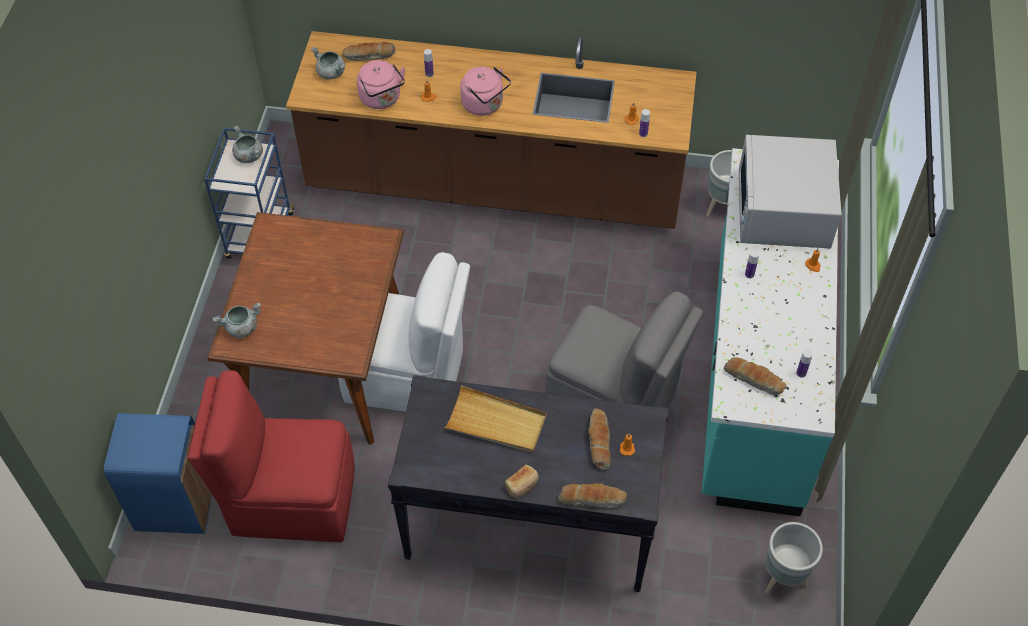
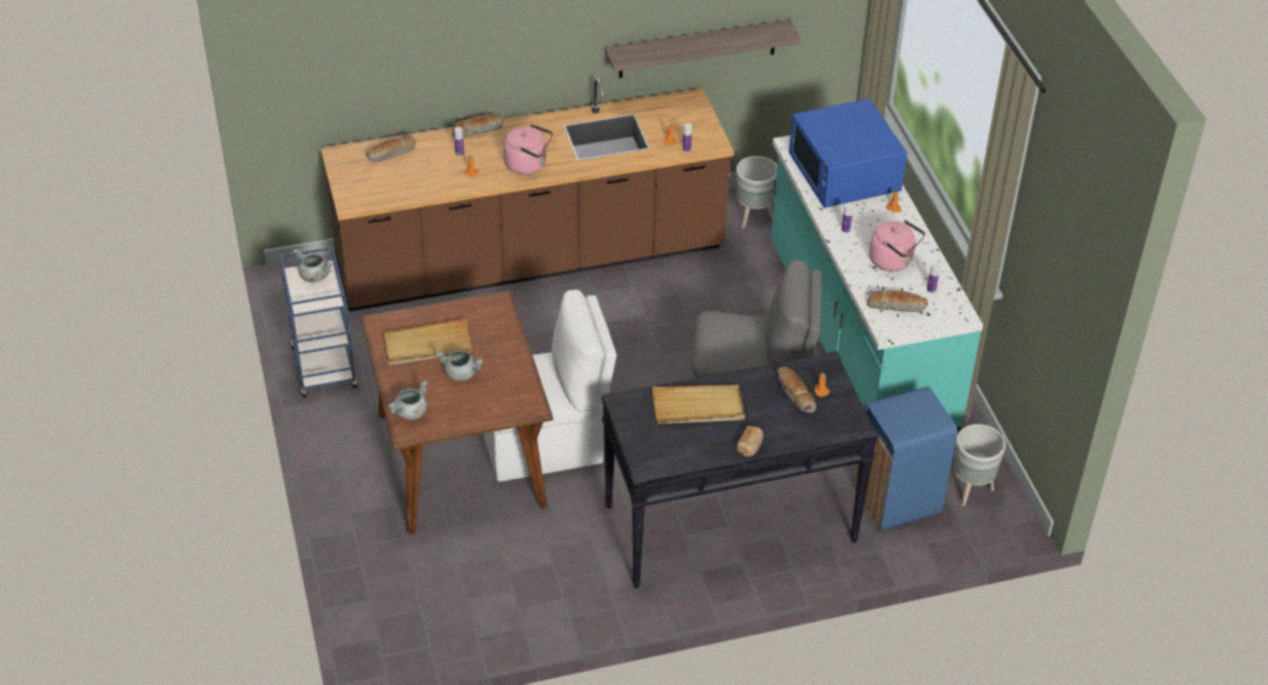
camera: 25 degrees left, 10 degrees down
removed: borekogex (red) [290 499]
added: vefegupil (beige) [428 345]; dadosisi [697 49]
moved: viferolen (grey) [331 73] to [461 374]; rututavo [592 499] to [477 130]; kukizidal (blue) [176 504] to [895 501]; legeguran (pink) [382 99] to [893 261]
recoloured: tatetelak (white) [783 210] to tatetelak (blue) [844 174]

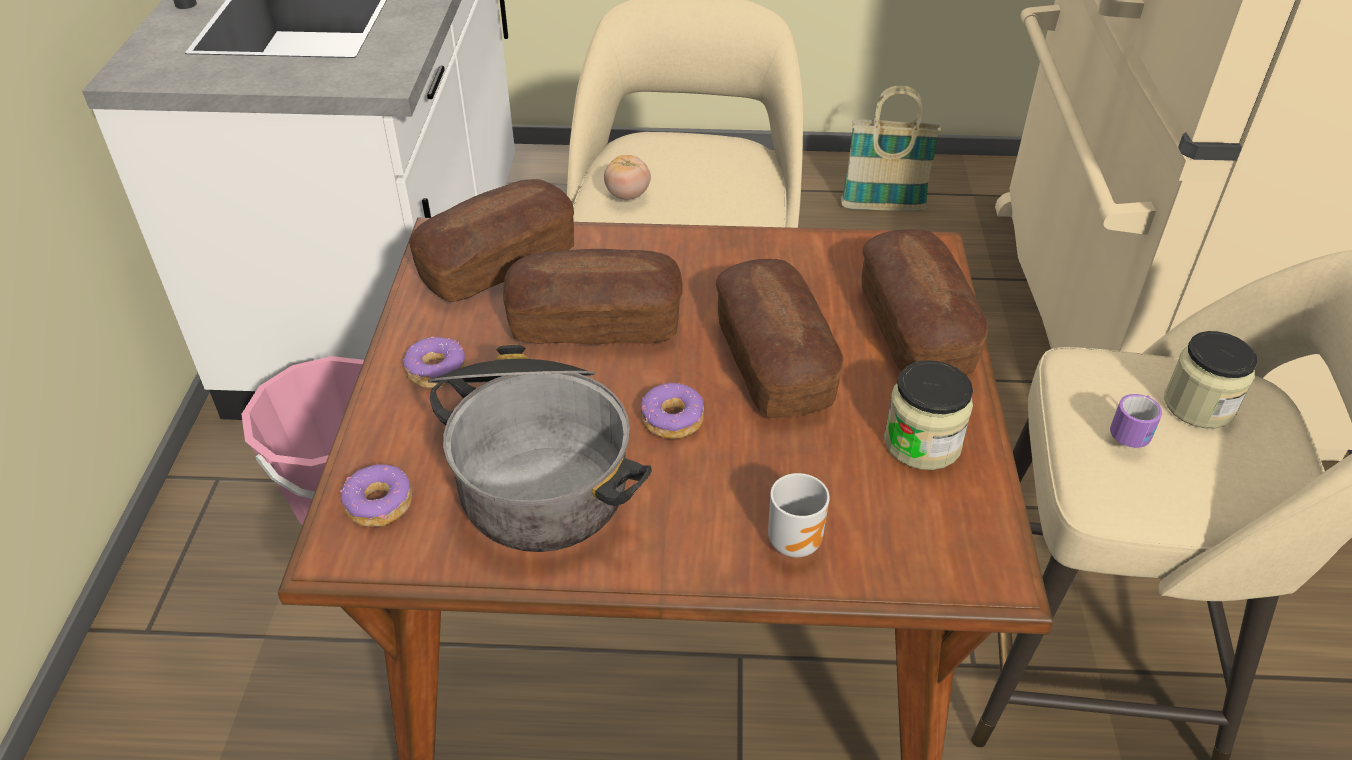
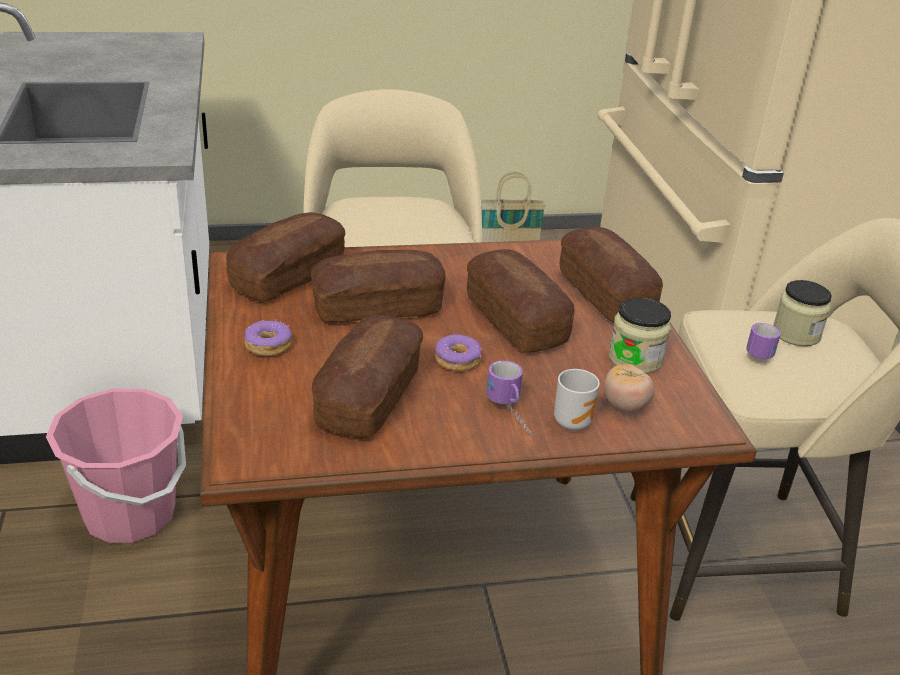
camera: 15 degrees left, 10 degrees down
removed: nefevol [379 504]
added: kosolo [511 415]
moved: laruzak [627 195] to [625 406]
replaced: viferolen [535 467] to rututavo [369 397]

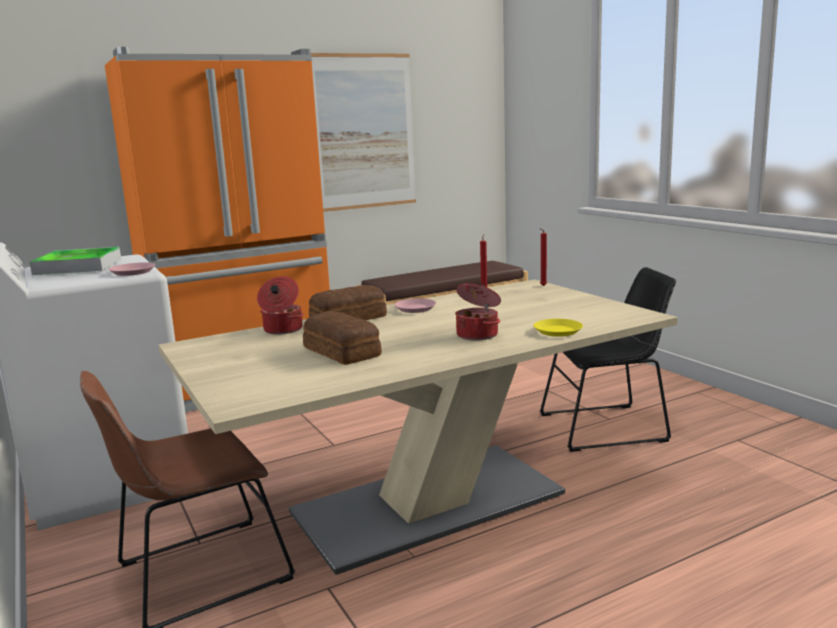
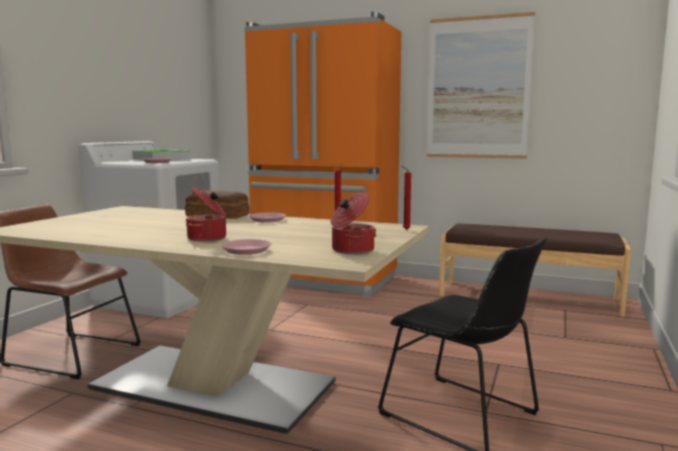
camera: 50 degrees right, 5 degrees down
removed: rututavo [342 351]
moved: viferolen [282 330] to [351 250]
recoloured: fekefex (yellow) [557 331] to fekefex (pink) [246 250]

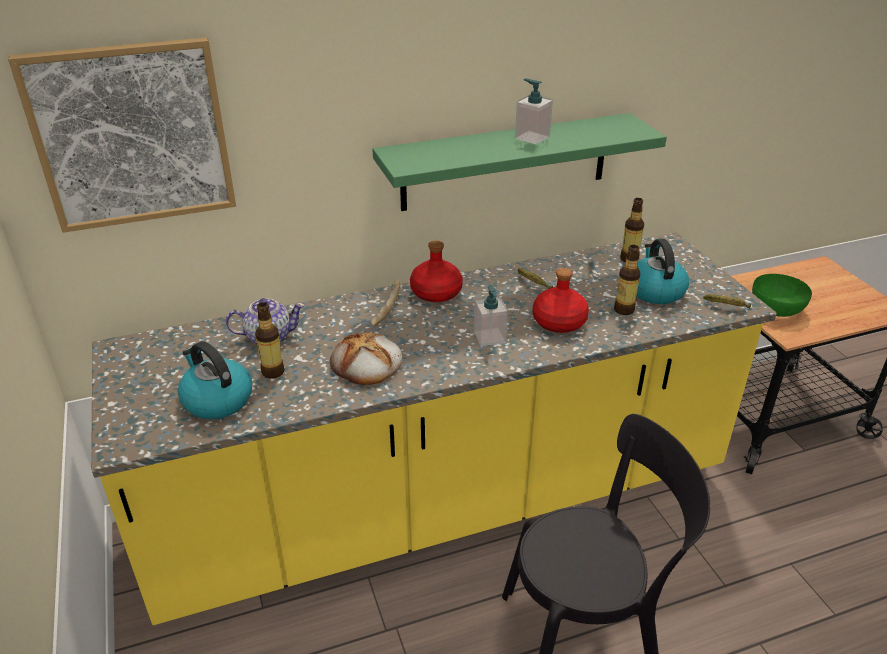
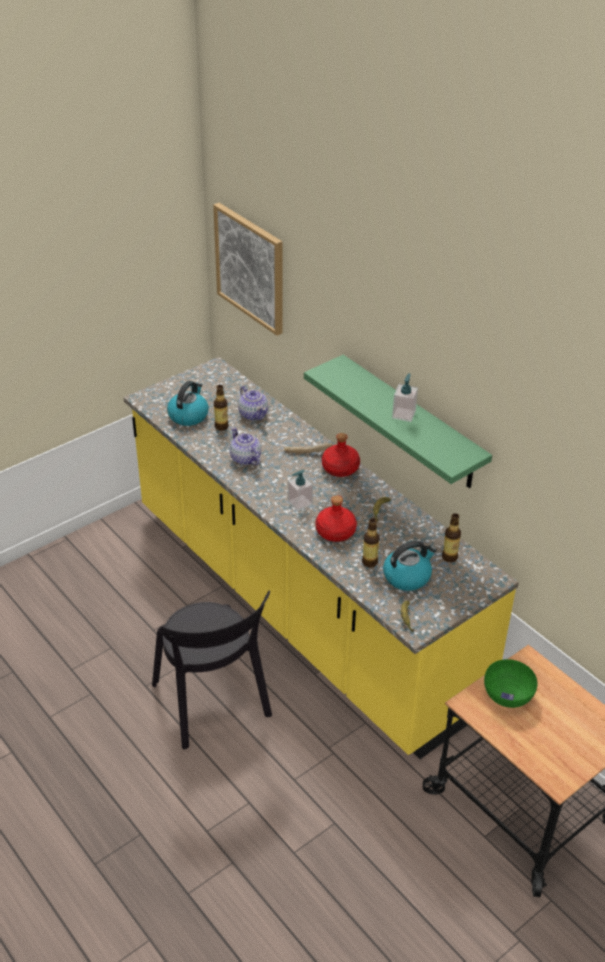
camera: 70 degrees right, 5 degrees up
replaced: rututavo [366 364] to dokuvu [245 459]

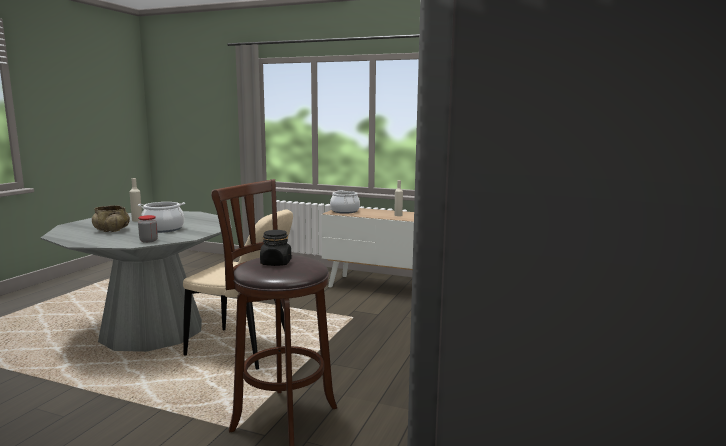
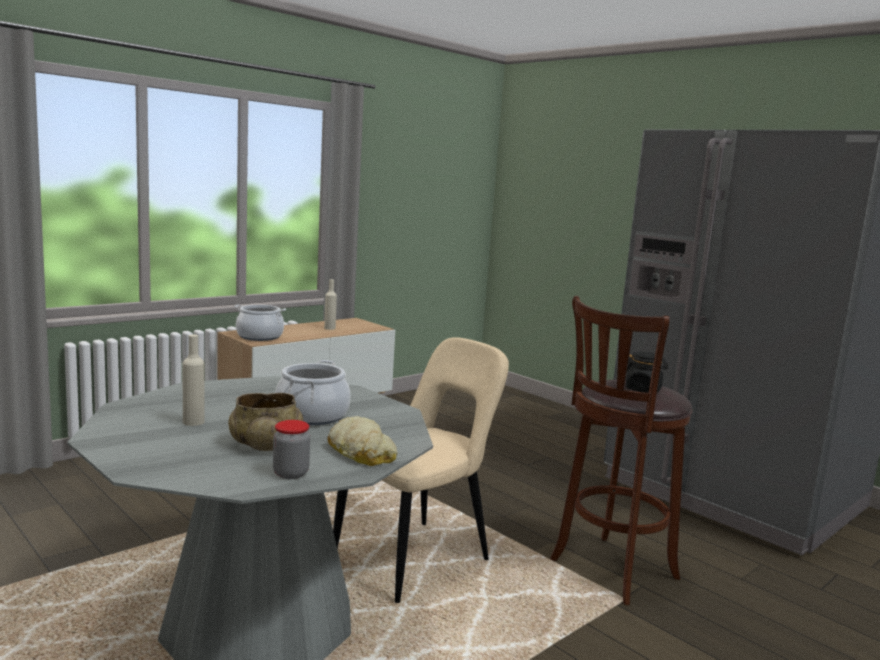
camera: 65 degrees left, 0 degrees up
added: rututavo [362 452]
moved: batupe [148 241] to [290 473]

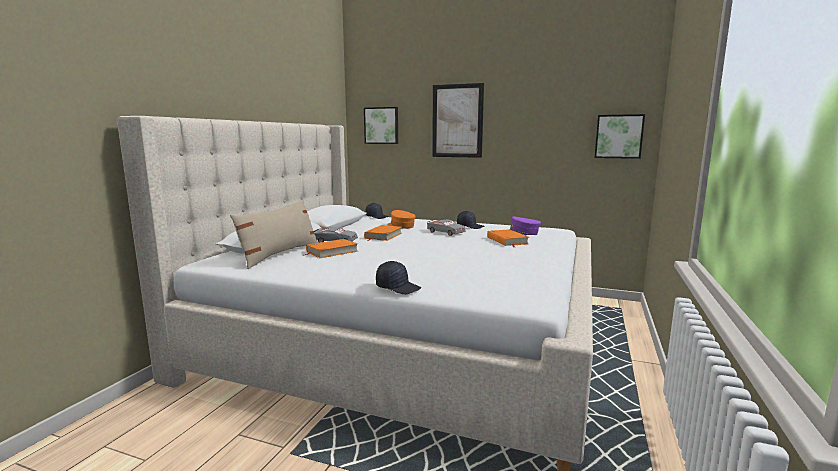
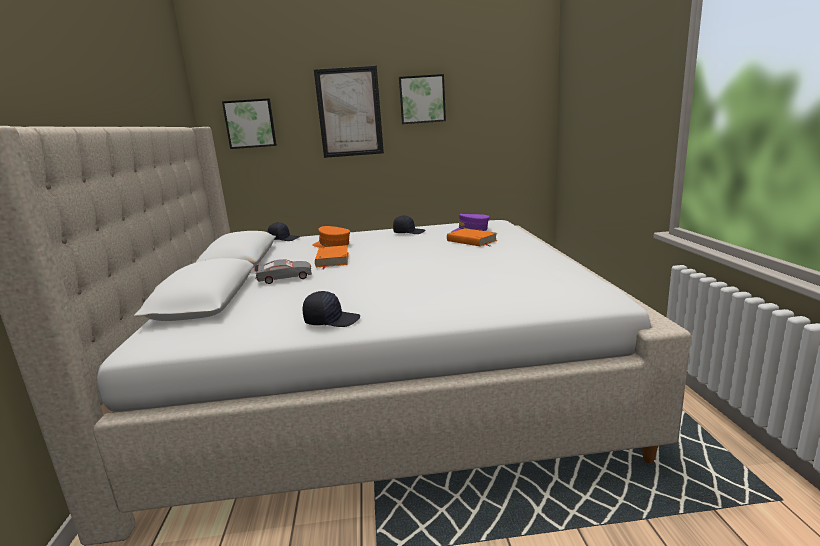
camera: 25 degrees left, 5 degrees up
removed: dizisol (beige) [280 254]; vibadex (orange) [332 251]; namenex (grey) [445 232]
moved: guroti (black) [398 287] to [331 320]; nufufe [618 136] to [422 99]

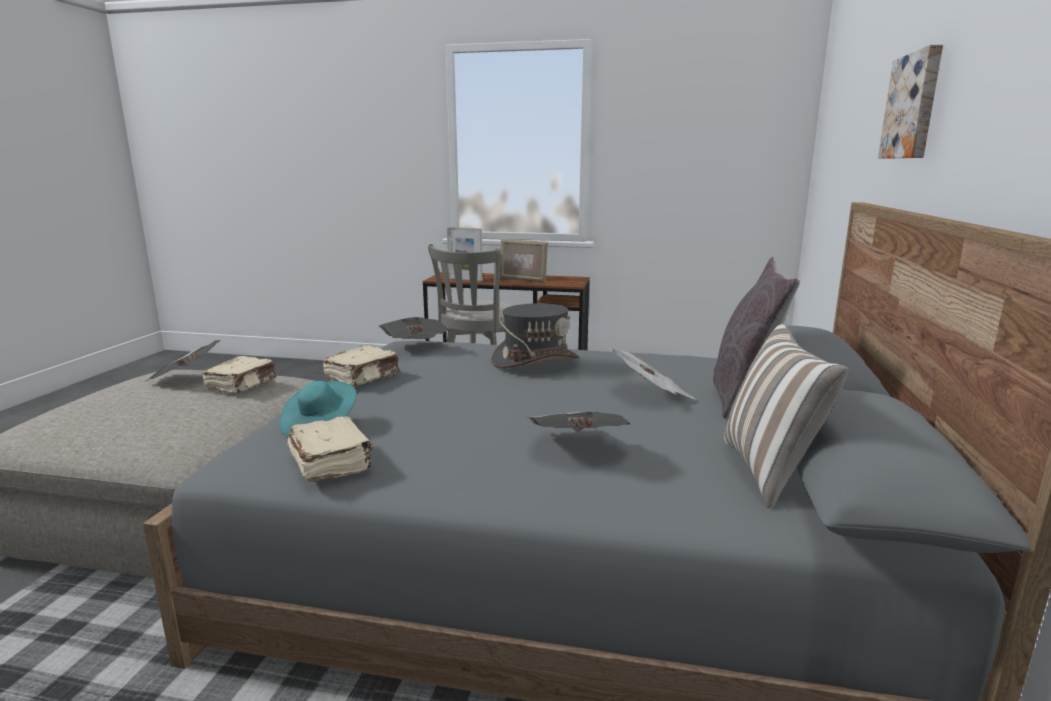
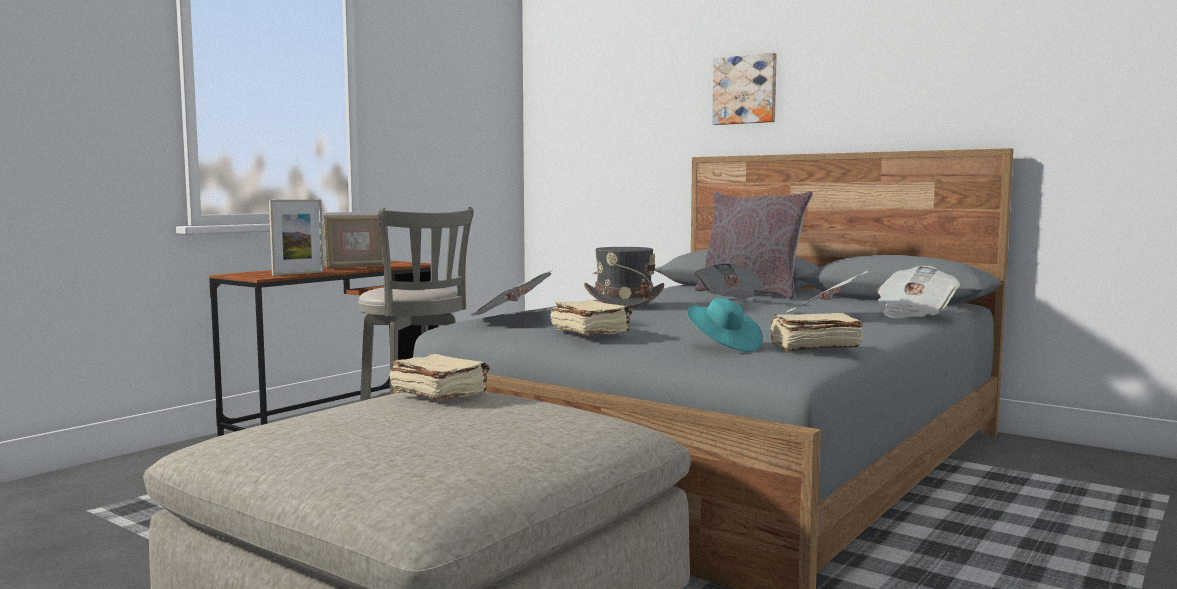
camera: 65 degrees left, 10 degrees down
removed: dizisol [770 471]
moved: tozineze [186 378] to [913 314]

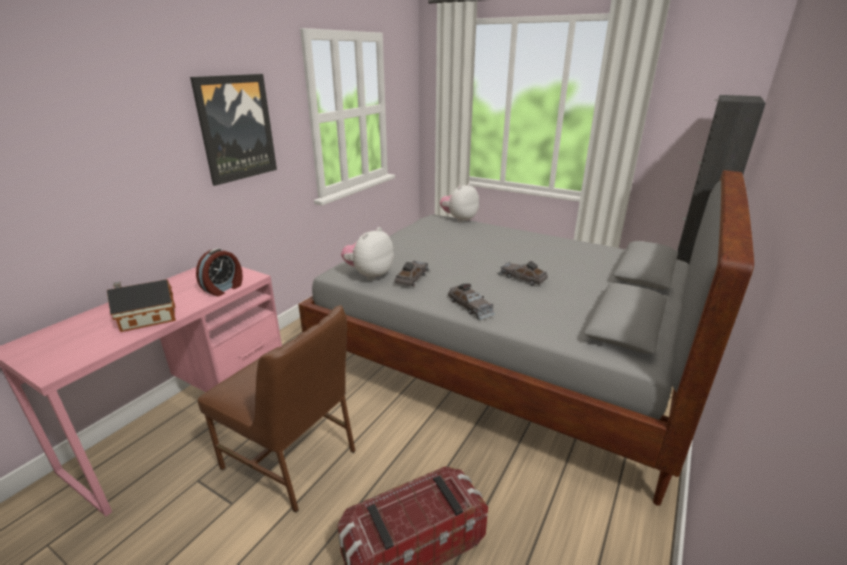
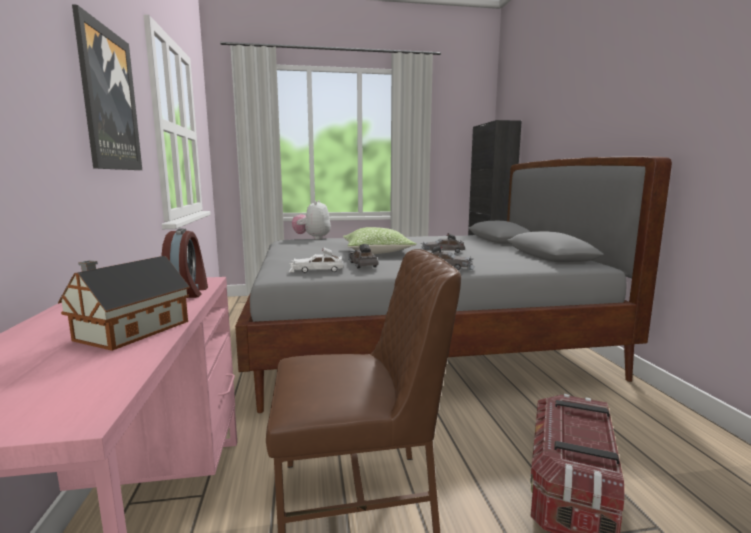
camera: 40 degrees left, 15 degrees down
added: dizisol [377 252]
replaced: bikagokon [369 275] to namenex (white) [316 270]

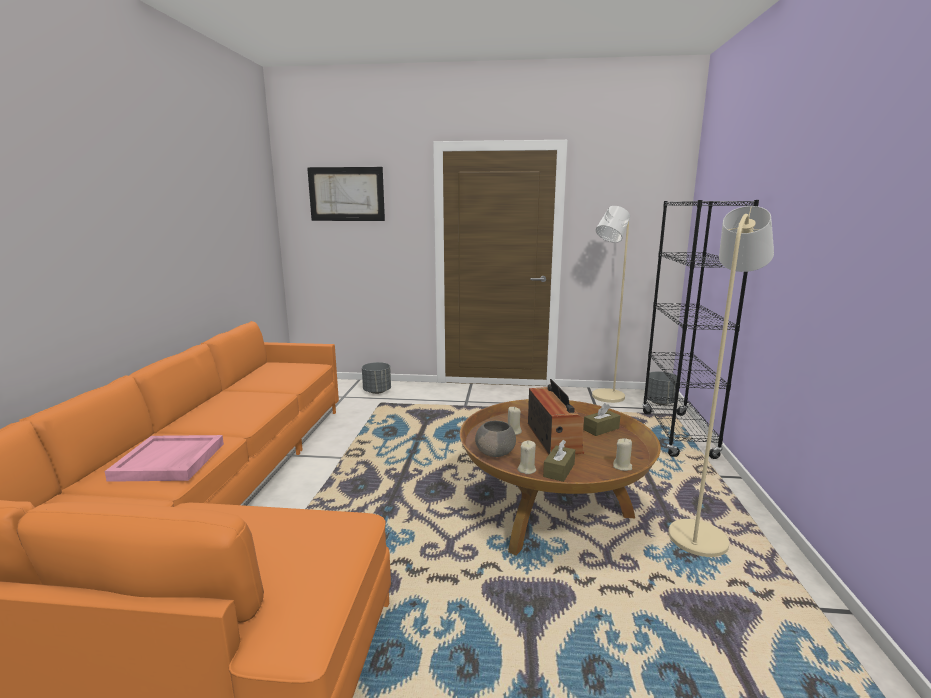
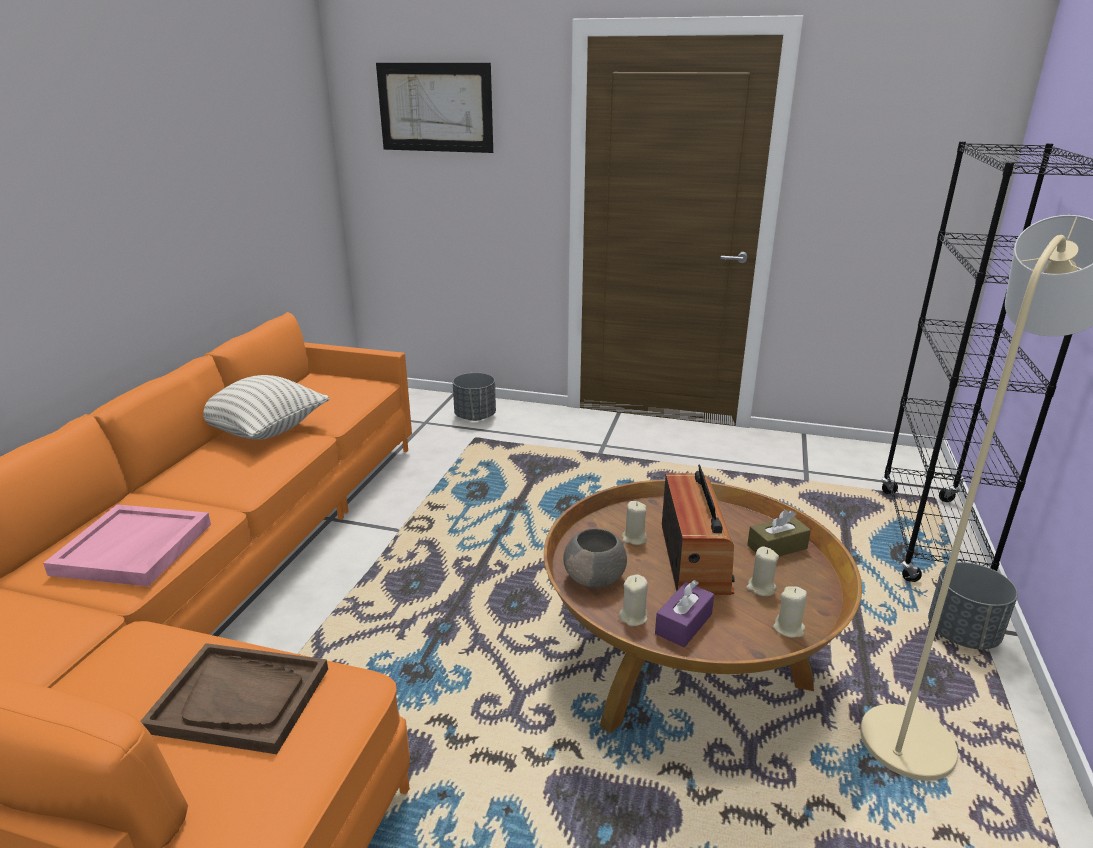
camera: 10 degrees right, 10 degrees up
removed: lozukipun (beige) [604 398]
added: vefegupil (brown) [240 699]; dizisol [263 430]; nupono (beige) [761 588]
moved: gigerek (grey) [660 402] to [962 633]
recoloured: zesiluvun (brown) [559 470] to zesiluvun (purple) [683 624]

